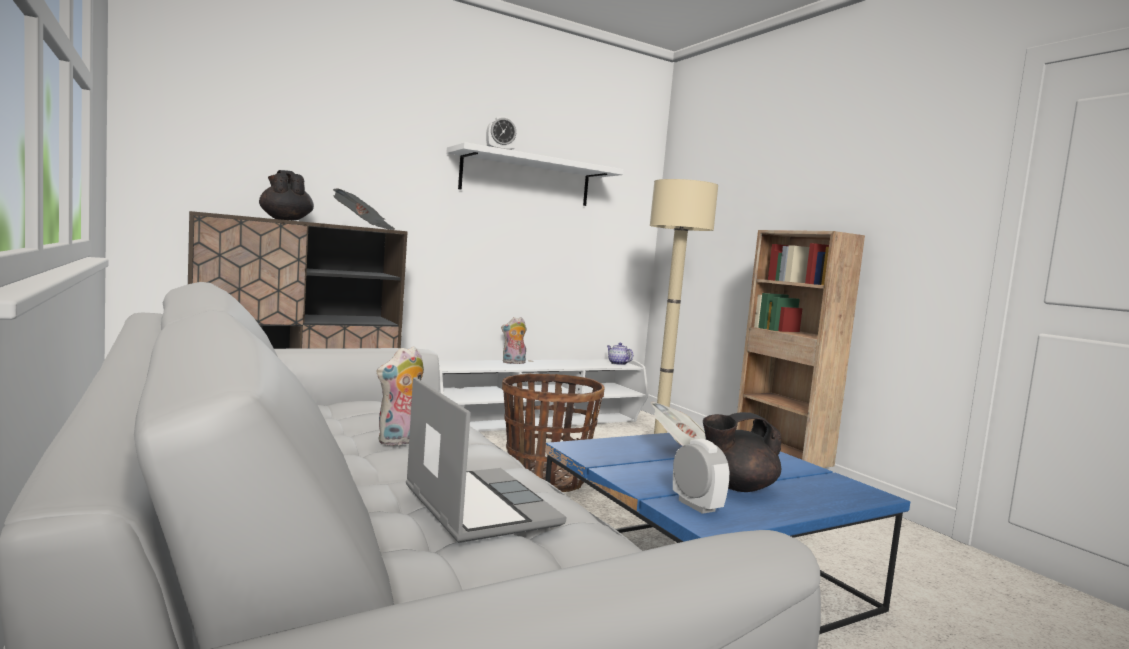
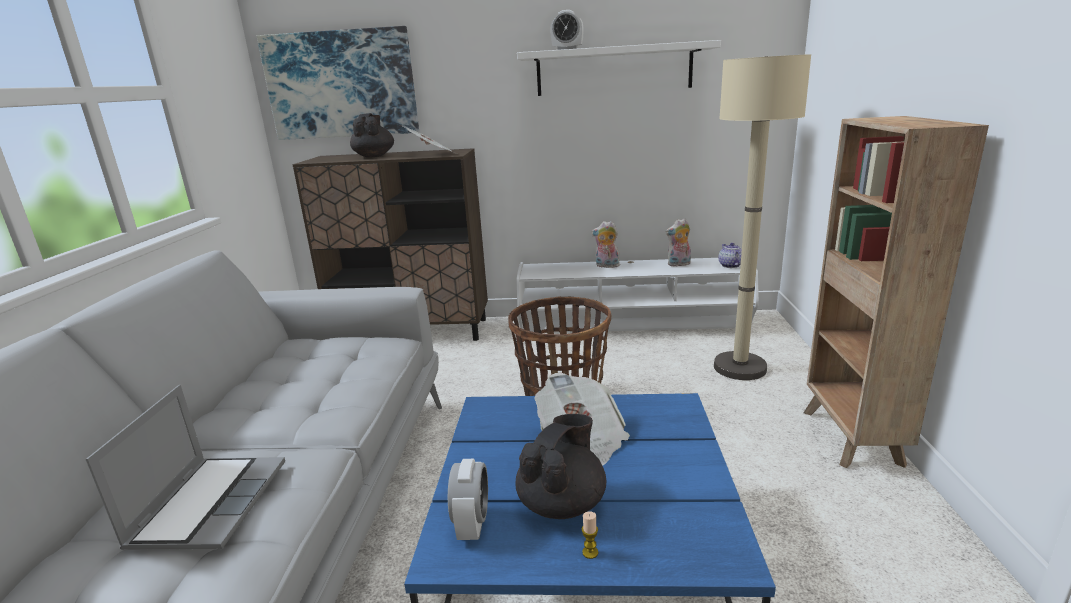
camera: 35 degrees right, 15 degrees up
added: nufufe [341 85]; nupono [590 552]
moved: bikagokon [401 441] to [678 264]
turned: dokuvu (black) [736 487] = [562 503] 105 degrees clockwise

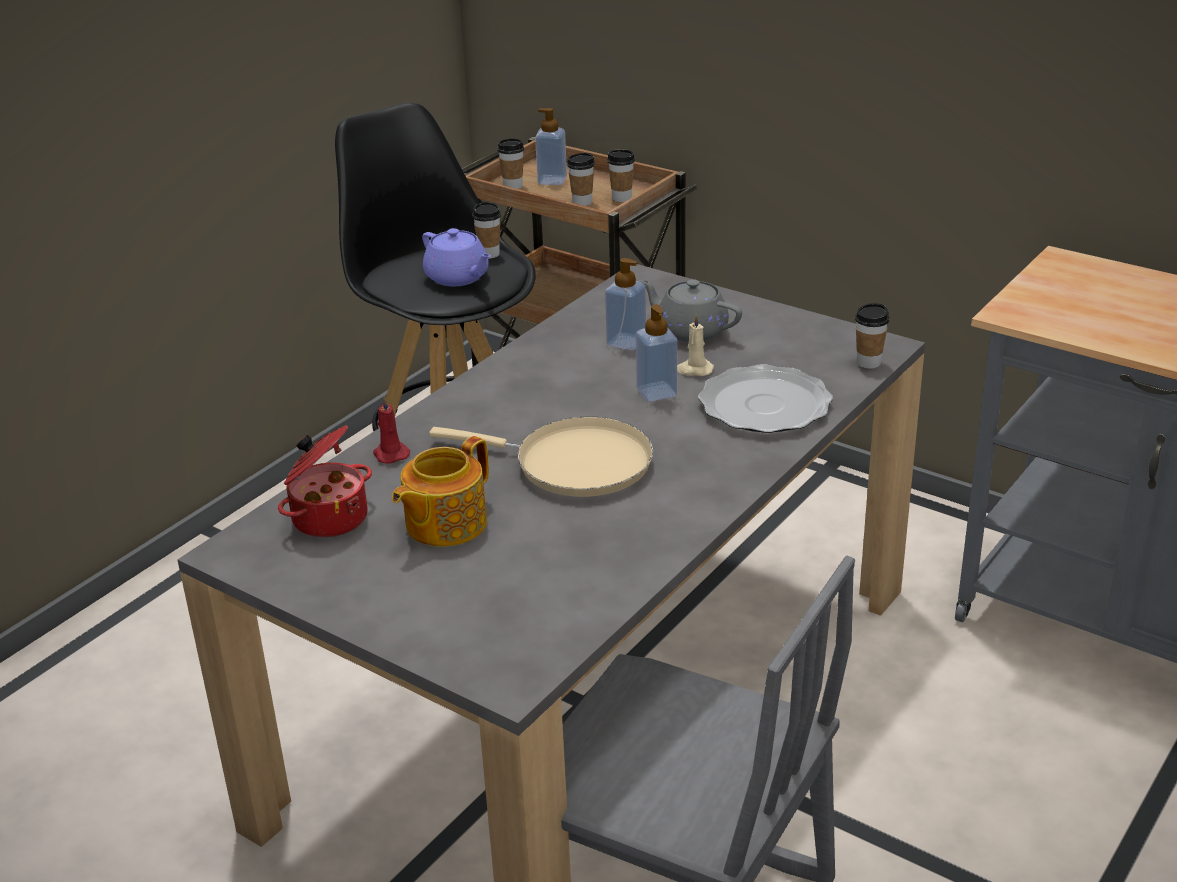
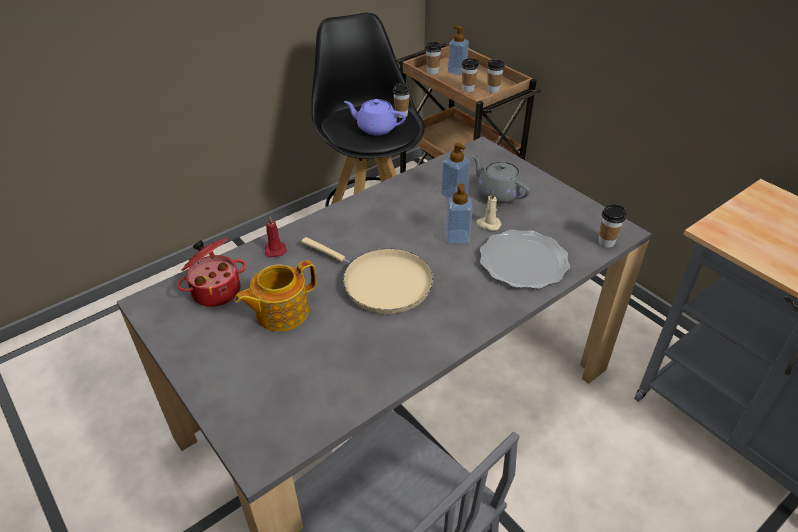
camera: 15 degrees right, 10 degrees up
turned: dokuvu (purple) [458 278] = [375 128] 135 degrees clockwise

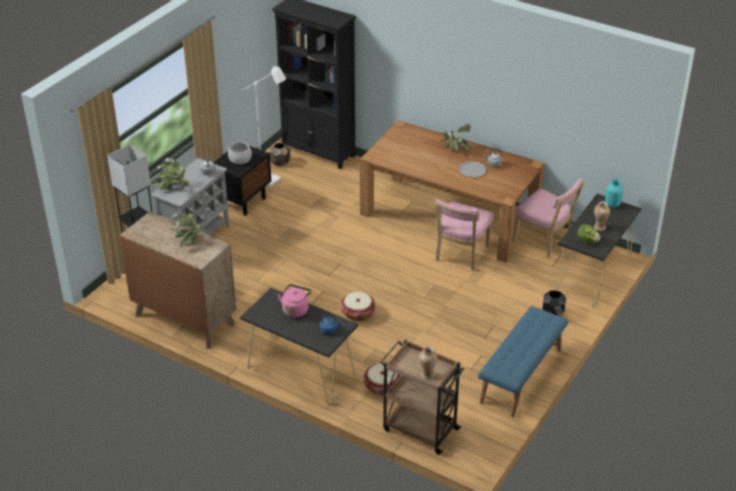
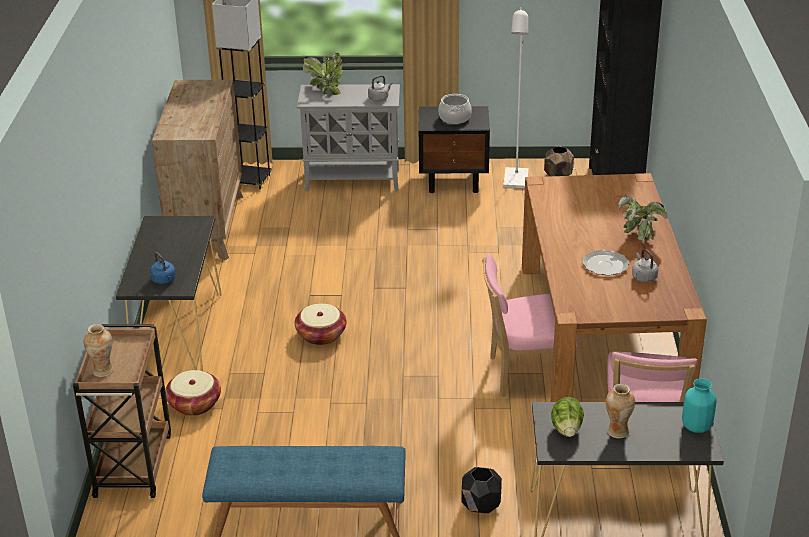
camera: 60 degrees right, 5 degrees down
removed: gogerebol [190 240]; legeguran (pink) [295 309]

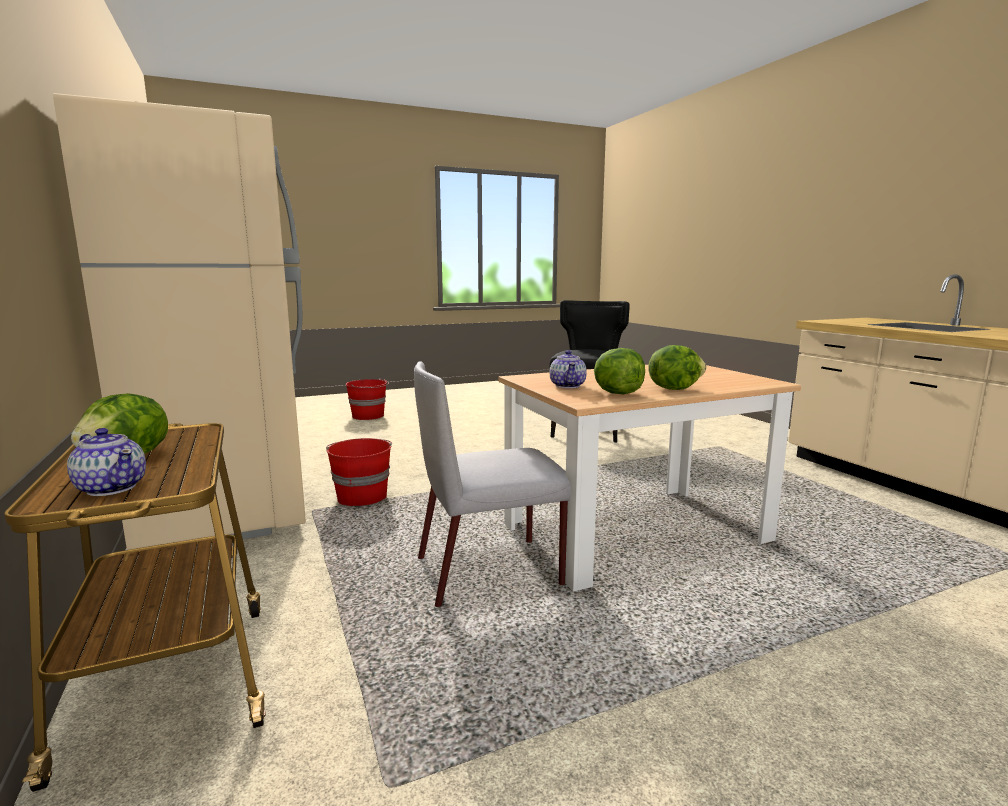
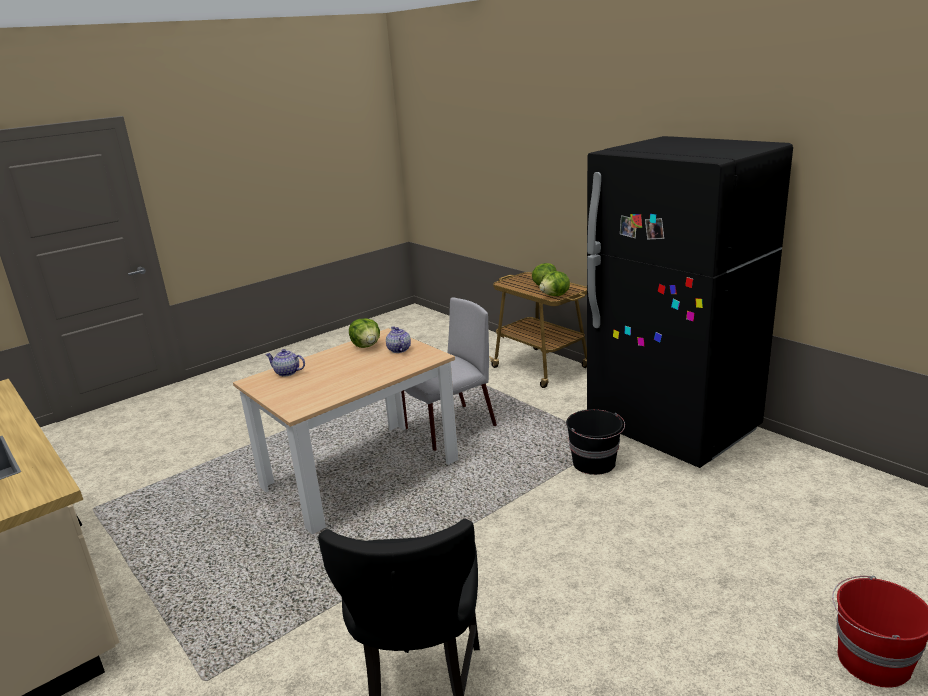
camera: 165 degrees right, 10 degrees up
moved: dokuvu [112 487] to [287 372]; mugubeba [673 388] to [555 295]
recoloured: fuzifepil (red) [362 497] to fuzifepil (black) [594 463]; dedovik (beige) [225 510] to dedovik (black) [672 428]

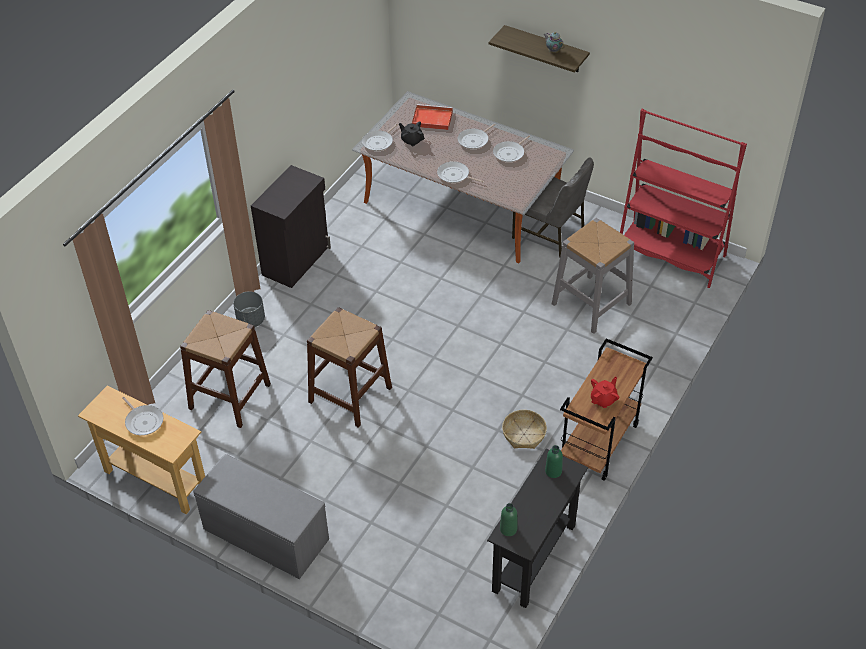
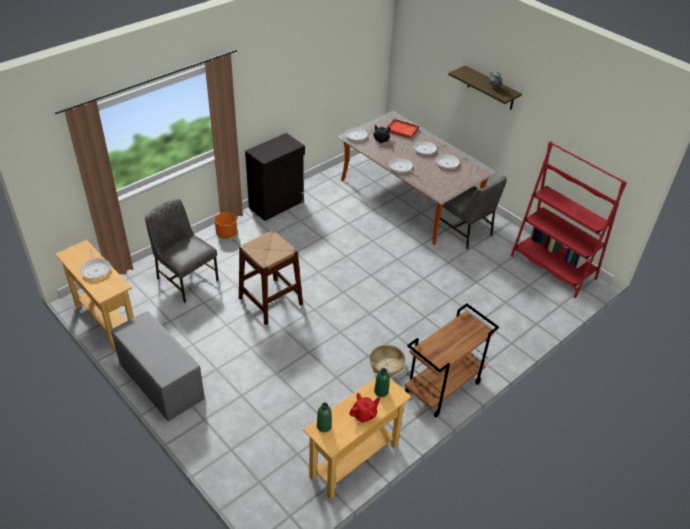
camera: 15 degrees right, 5 degrees down
removed: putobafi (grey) [591 304]
moved: dokuvu (red) [603 399] to [364 414]
replaced: putobafi (brown) [229 396] to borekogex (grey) [186 279]
recoloured: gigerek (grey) [250 320] to gigerek (orange) [226 234]; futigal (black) [534 558] to futigal (beige) [354 461]

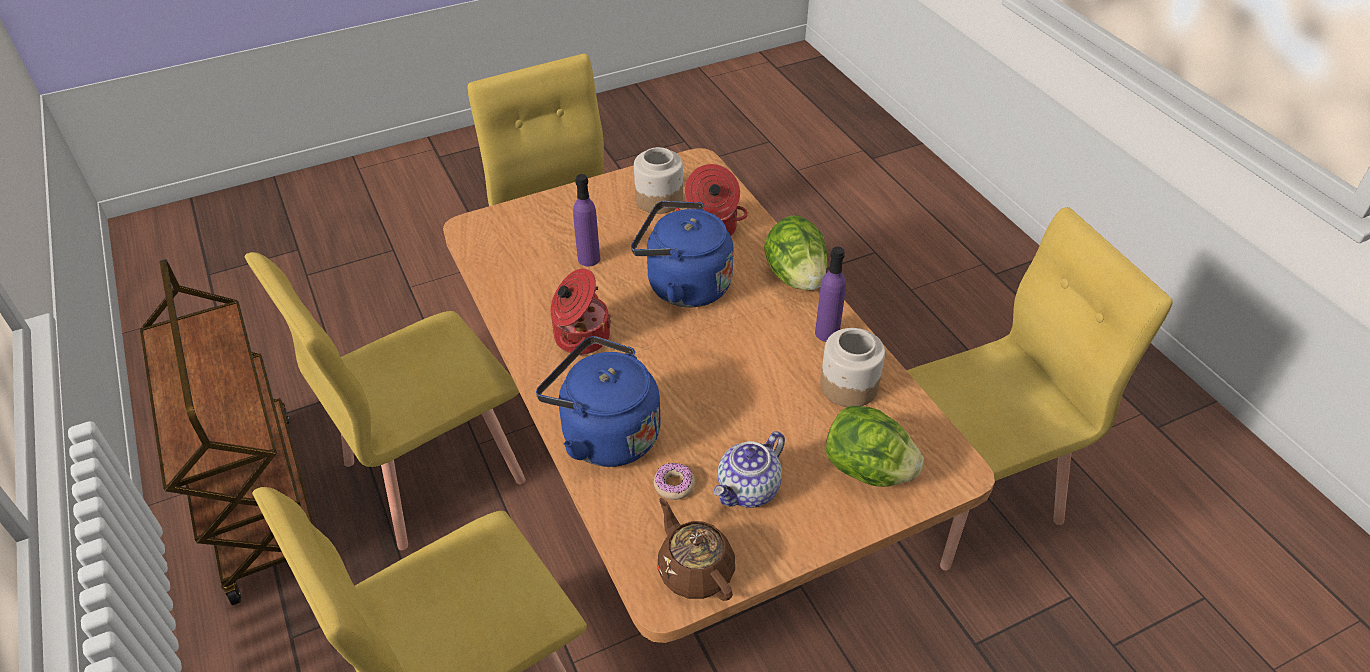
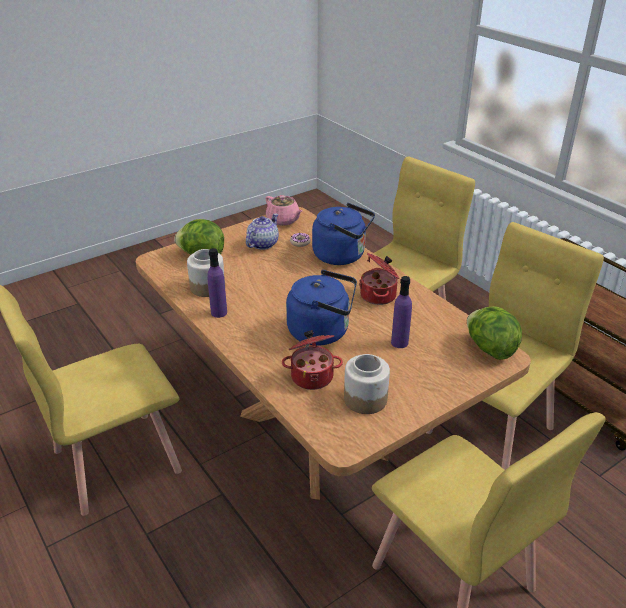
camera: 170 degrees right, 10 degrees down
moved: mugubeba [795 277] to [489 349]
recoloured: dokuvu (brown) [695 570] to dokuvu (pink) [283 220]

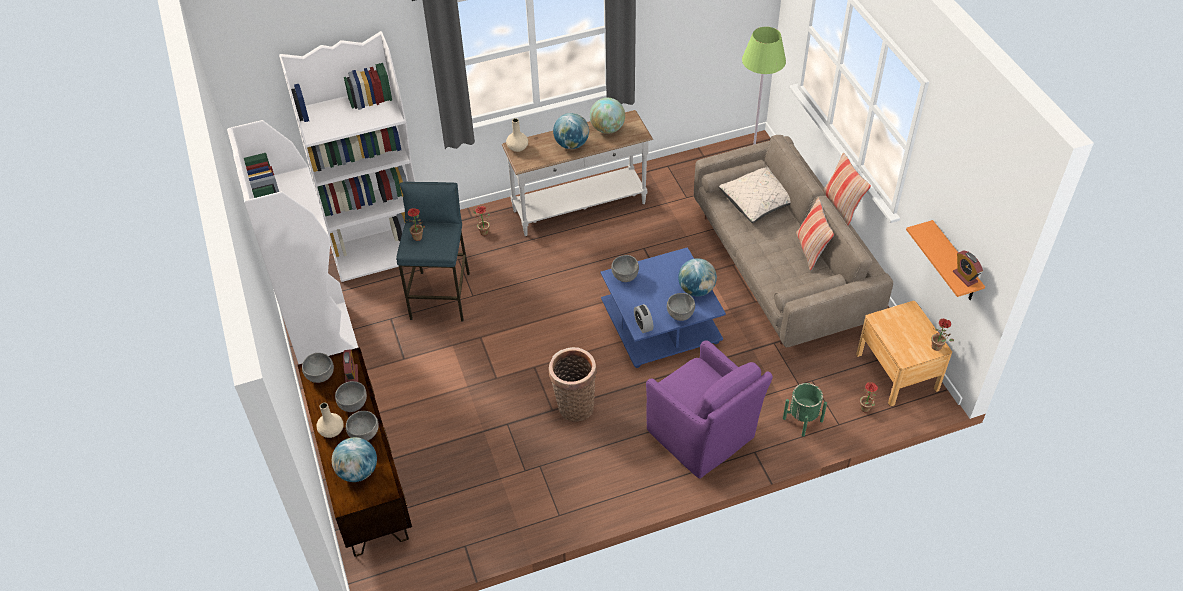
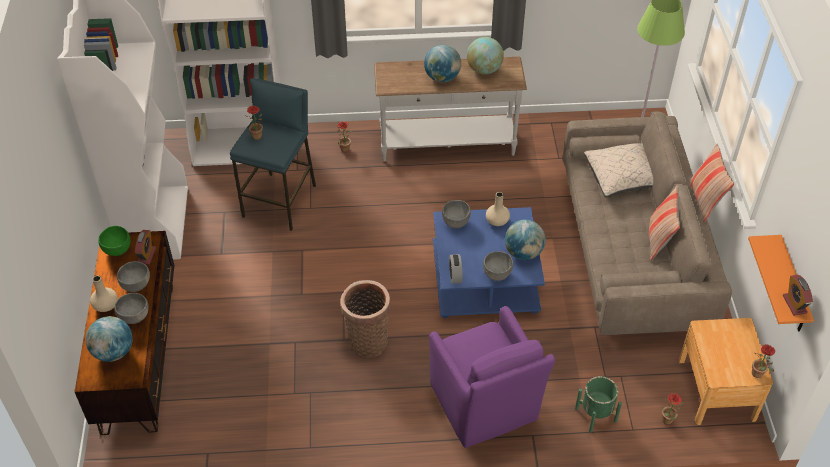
camera: 15 degrees right, 0 degrees up
moved: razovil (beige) [517 147] to [496 221]
recoloured: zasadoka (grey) [320 376] to zasadoka (green) [117 250]

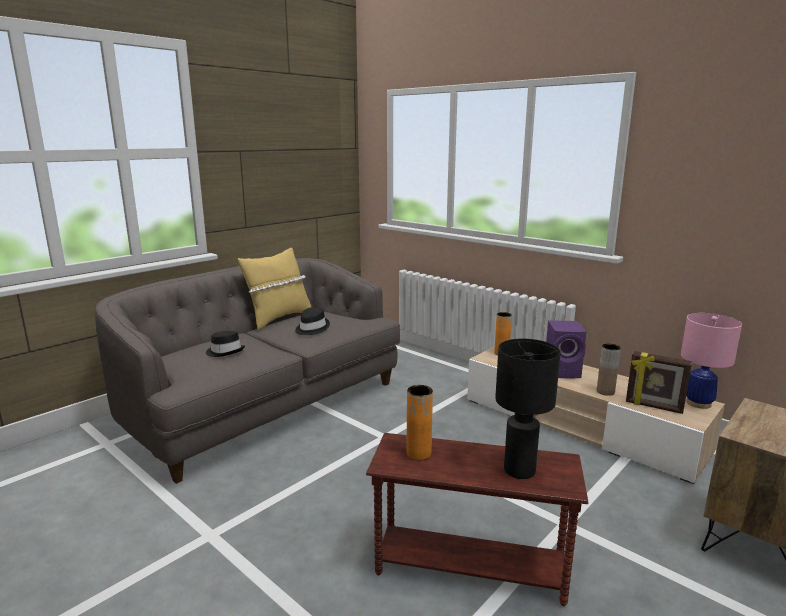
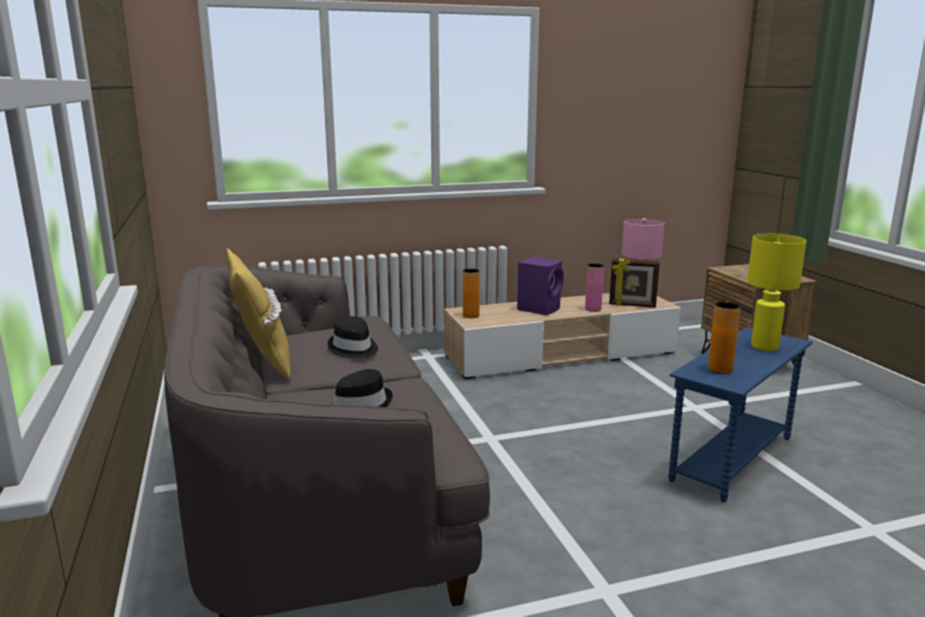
camera: 60 degrees left, 0 degrees up
recoloured: razovil (brown) [605 392] to razovil (pink) [593 309]; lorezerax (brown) [470 569] to lorezerax (blue) [733 459]; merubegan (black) [520 471] to merubegan (yellow) [765 346]
turned: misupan [653 407] = [632 305] 45 degrees clockwise

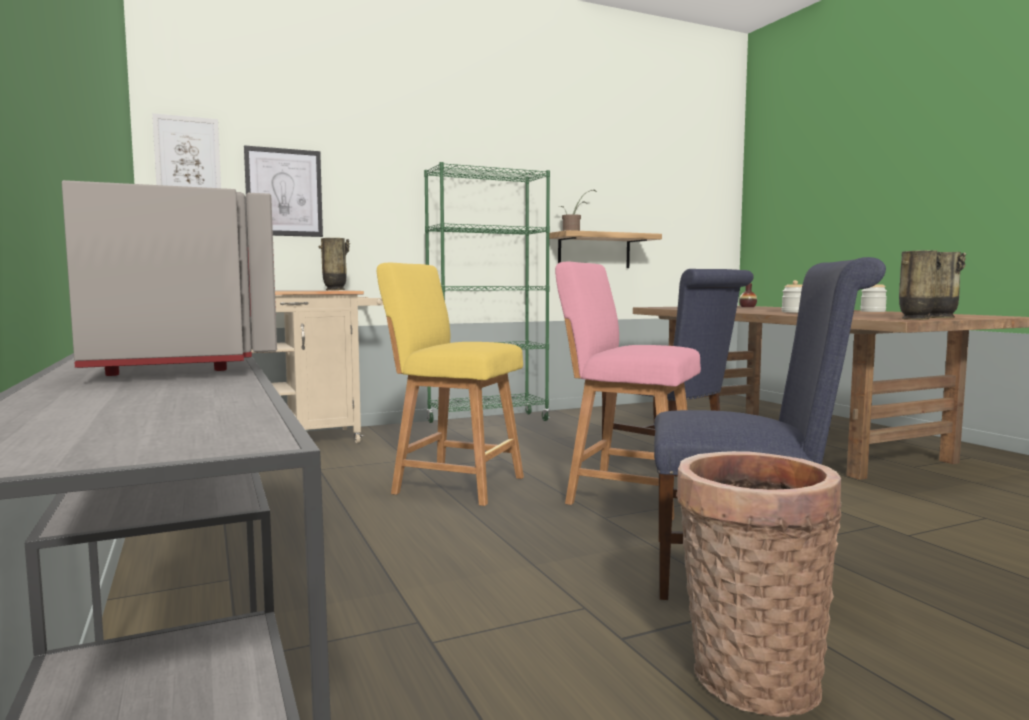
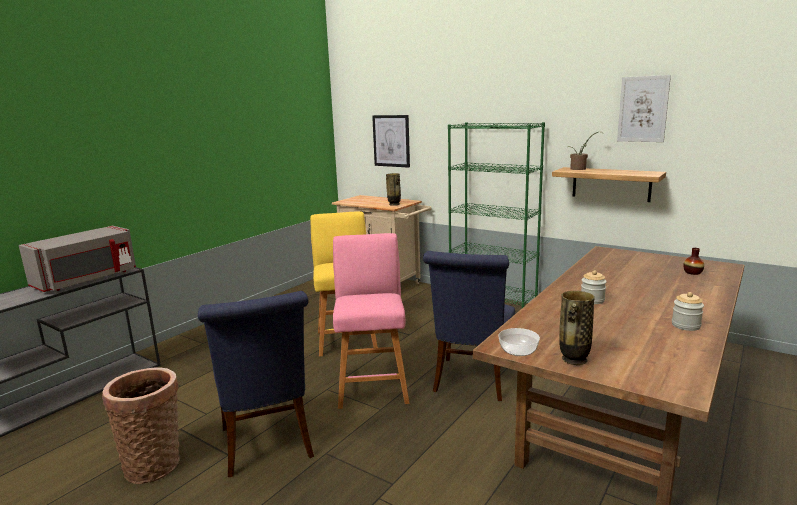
camera: 60 degrees right, 10 degrees up
moved: nufufe [187 160] to [643 109]
replaced: razovil [915 319] to zasadoka [518 351]

